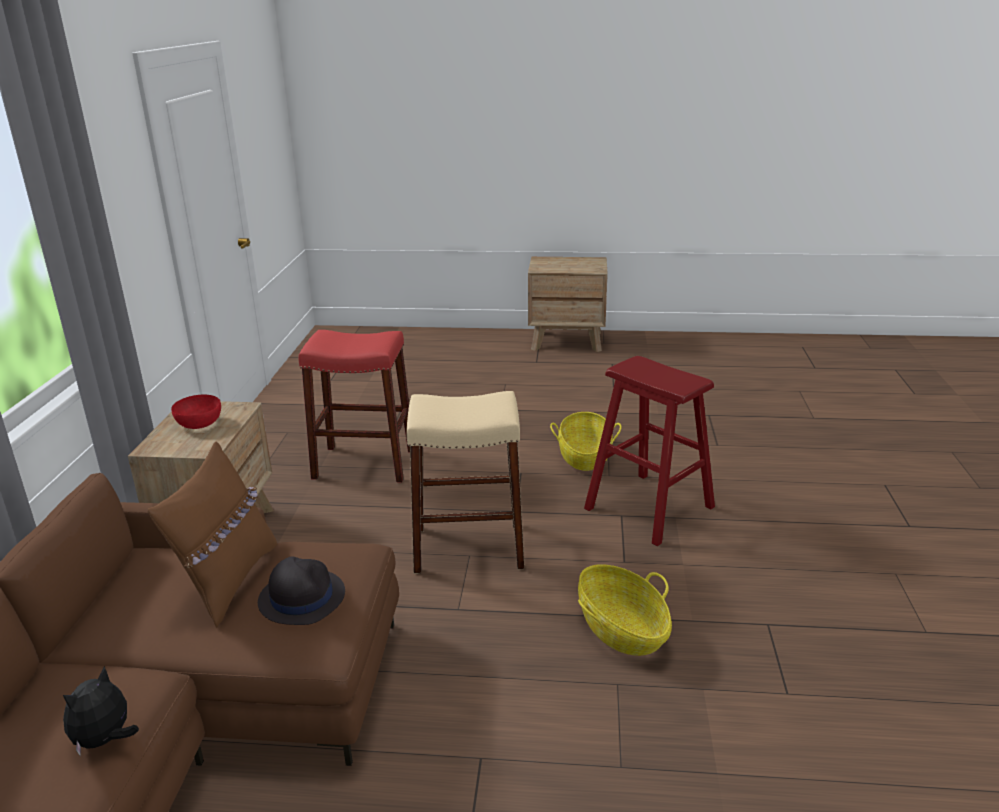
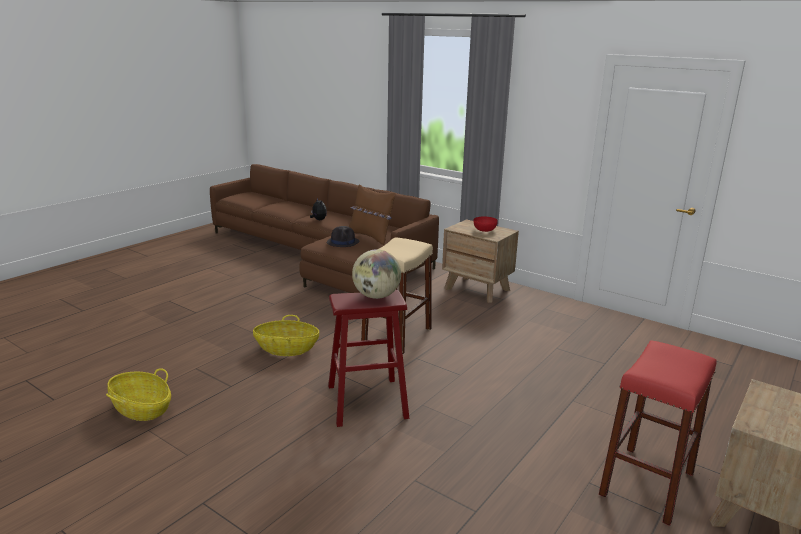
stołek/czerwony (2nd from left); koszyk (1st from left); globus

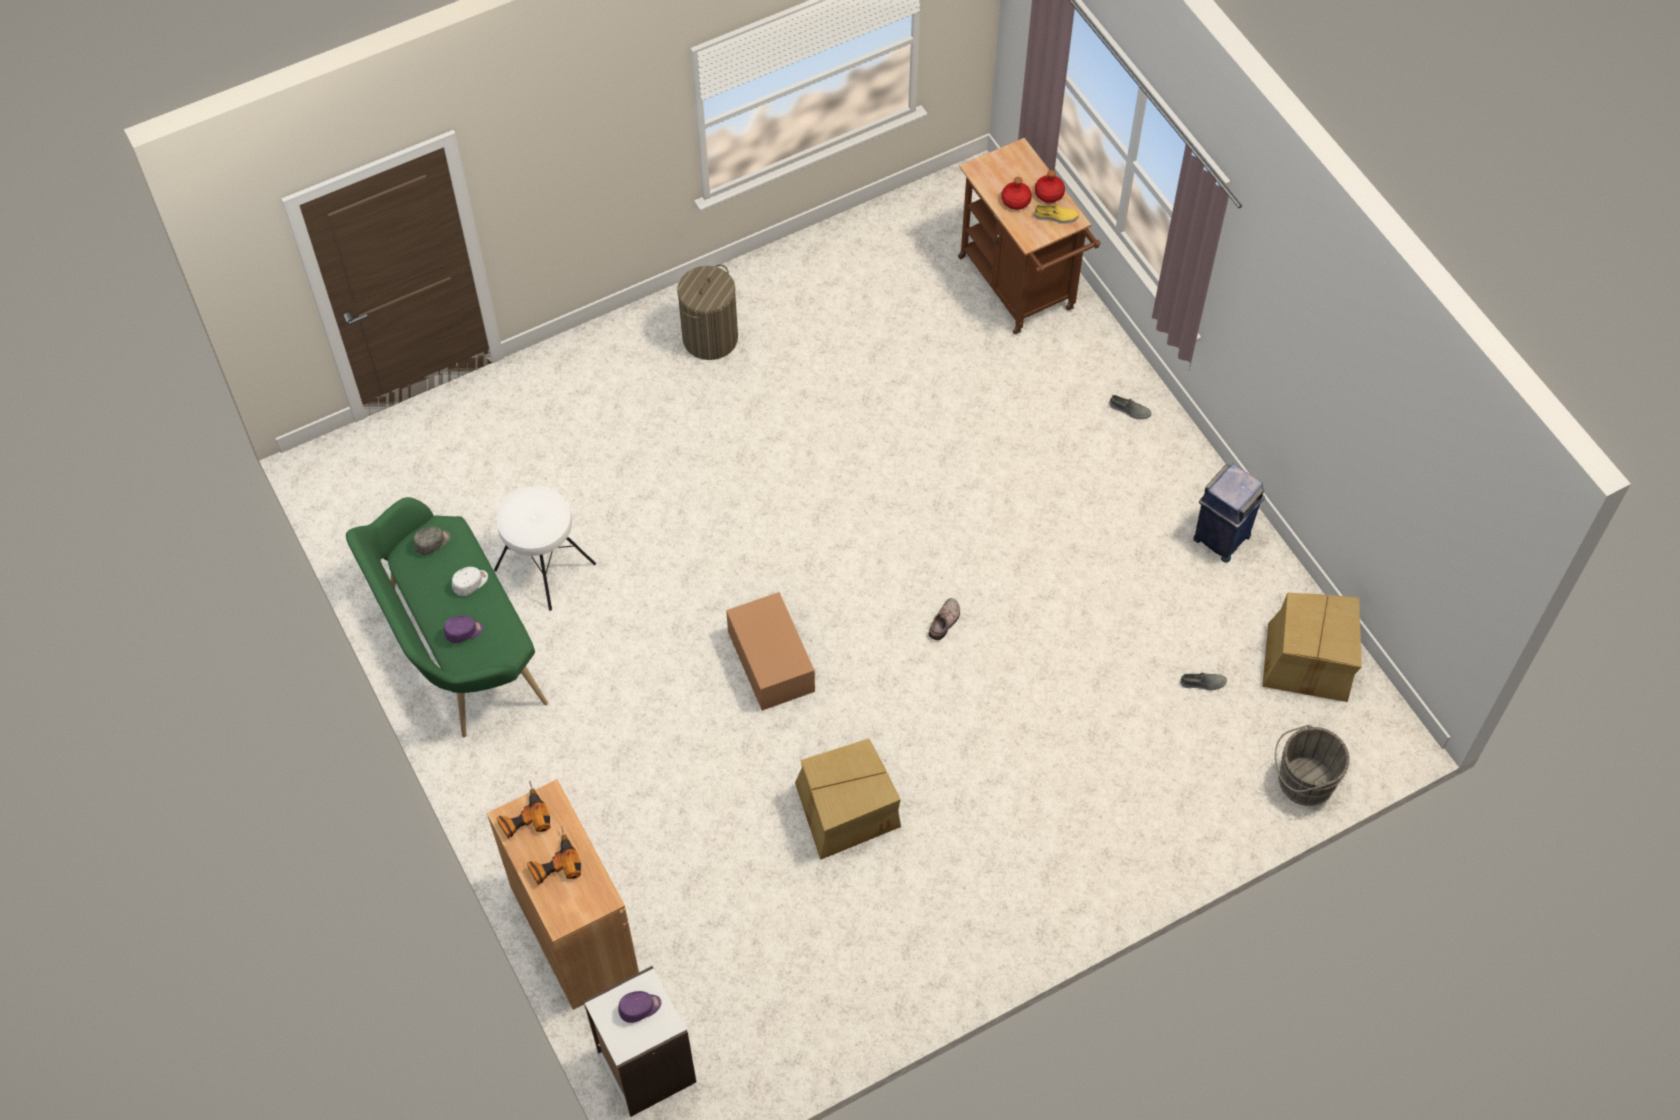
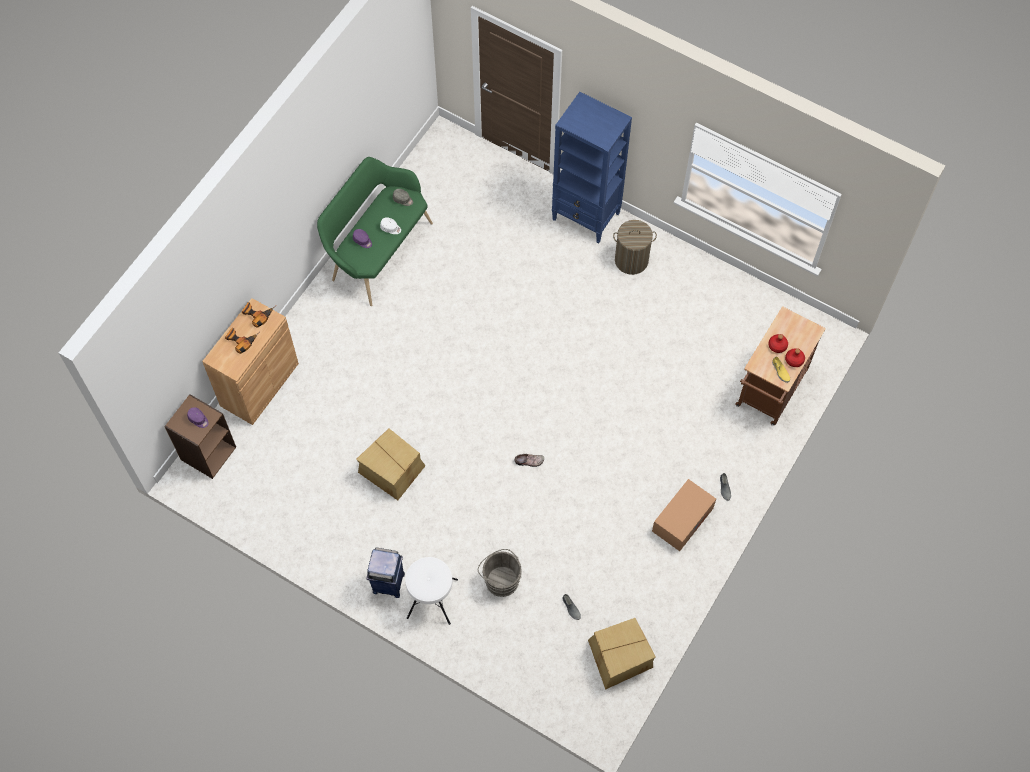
stołek/biały; regał/brązowy; karton (3rd from left); kosz na śmieci/niebieski; wiadro/szary; regał/niebieski

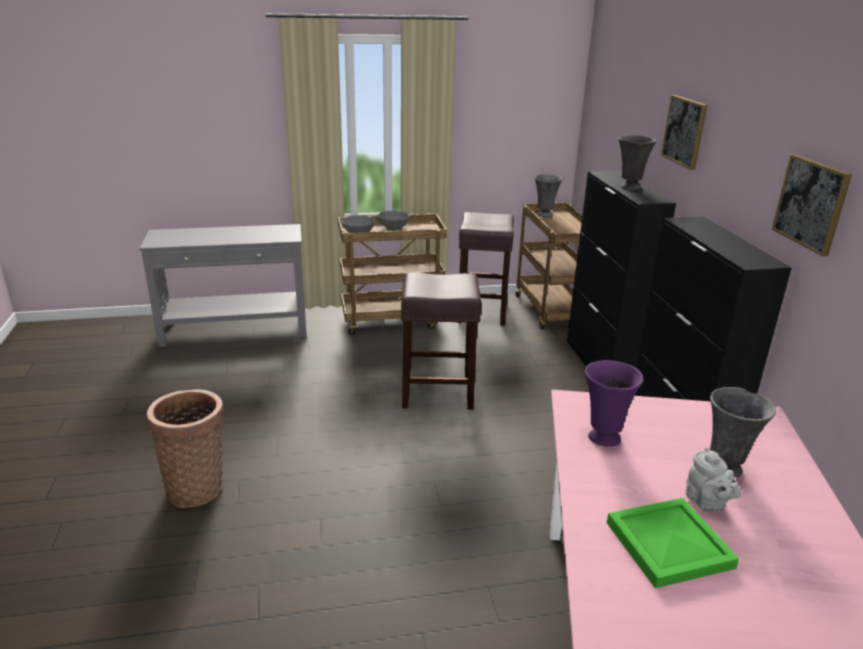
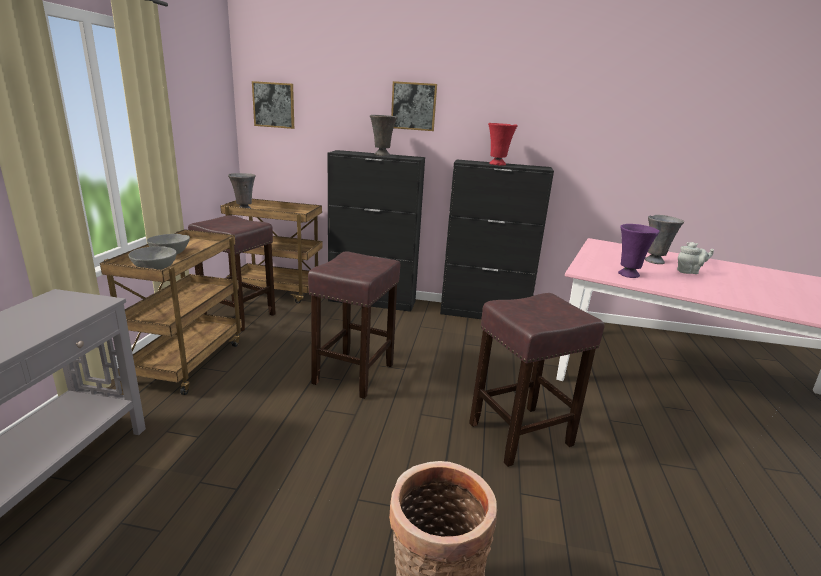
taca/zielony; obraz (1st from left); stołek/brązowy (3rd from left); wazon/czerwony

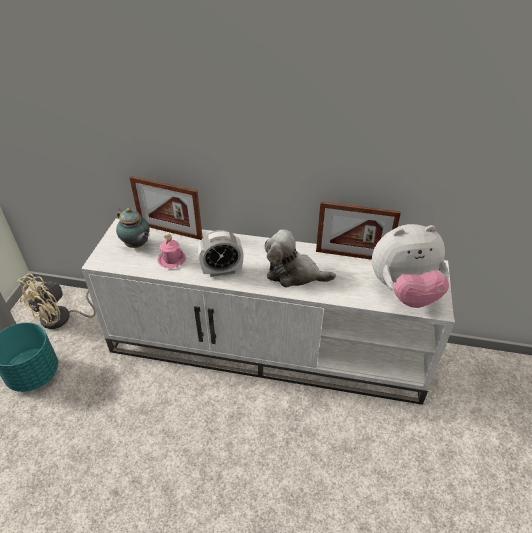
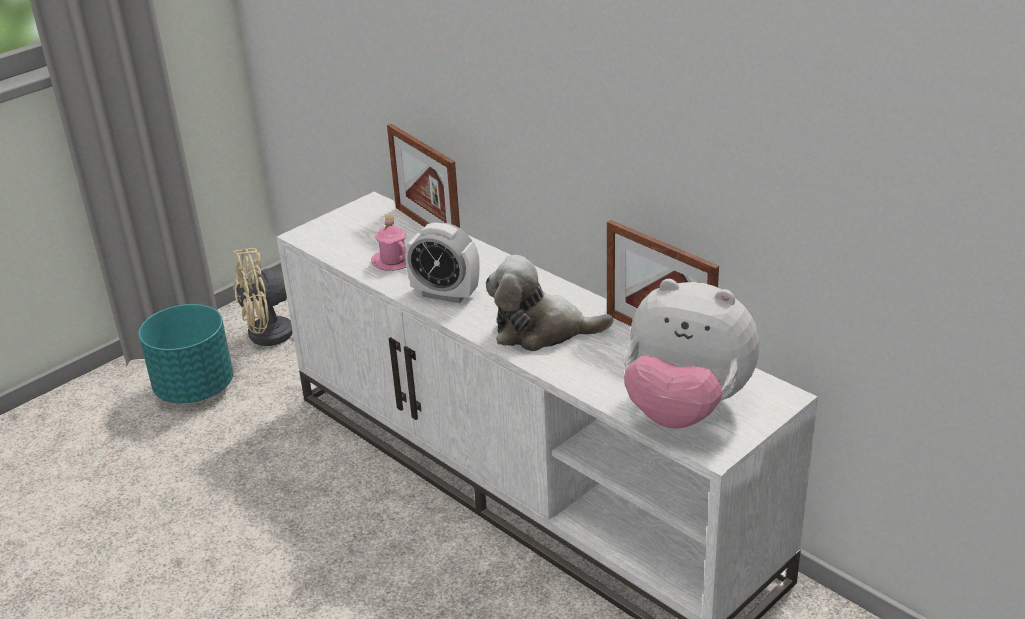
imbryk; pluszak (1st from left)

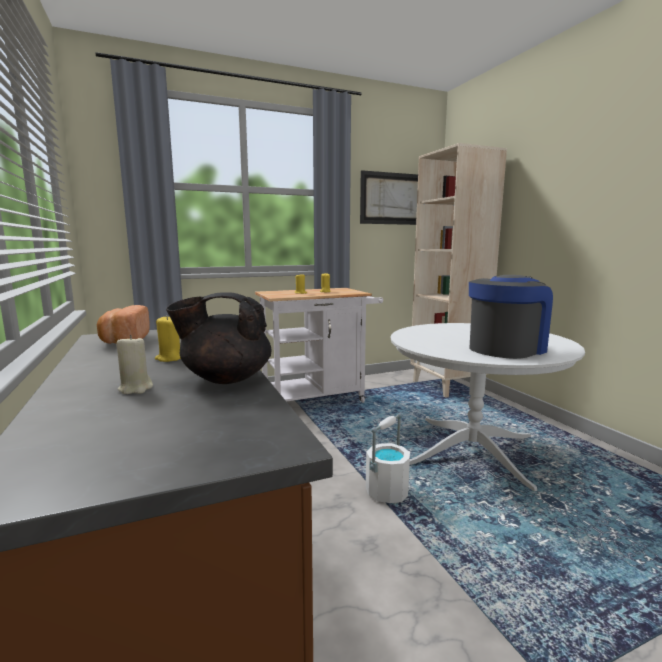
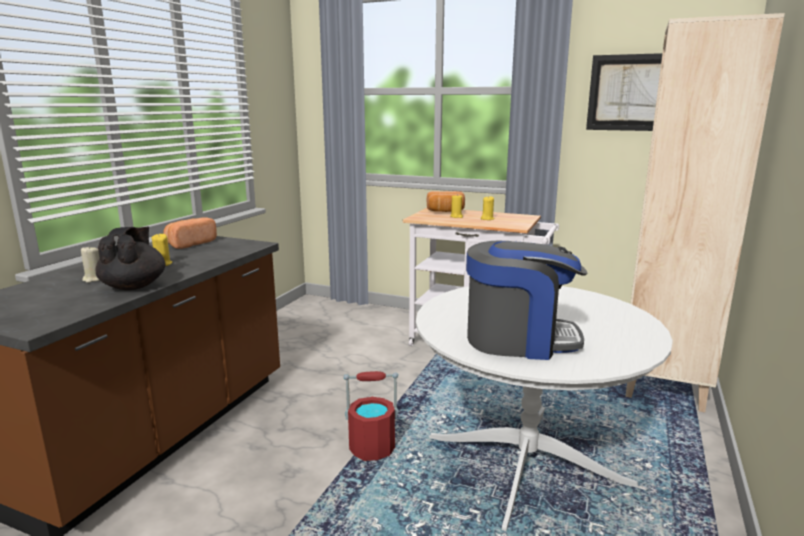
imbryk/czarny; wiadro/czerwony; chleb (2nd from left)

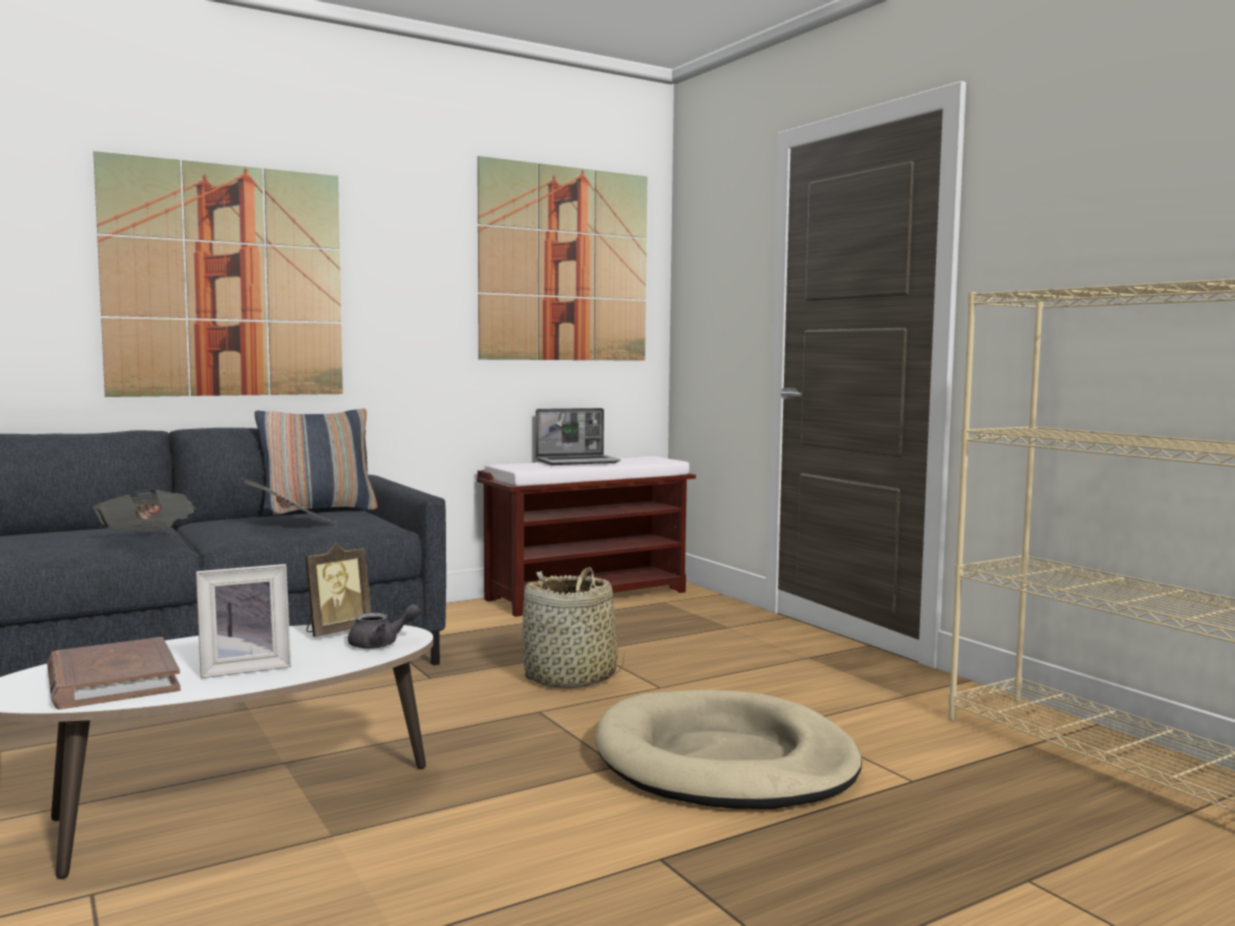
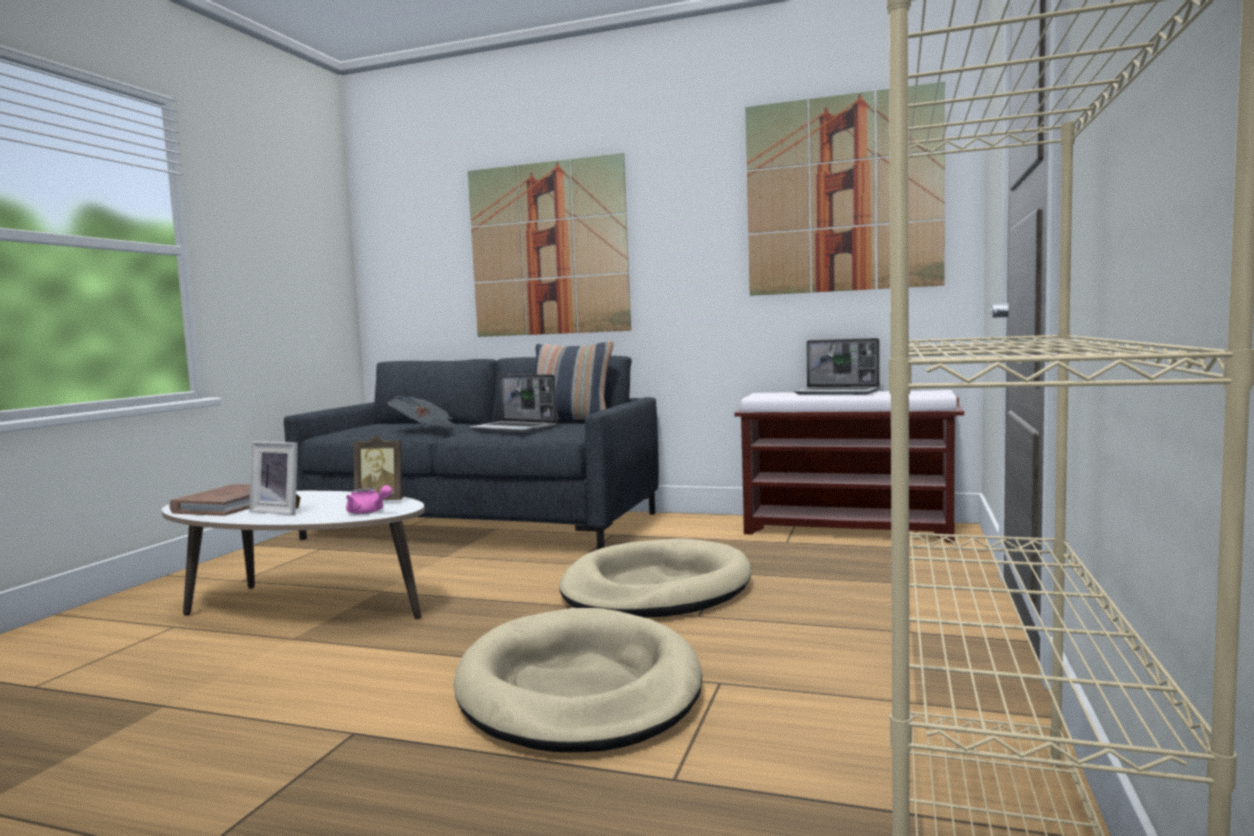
laptop (1st from left); imbryk/różowy; legowisko/beżowy (2nd from left)

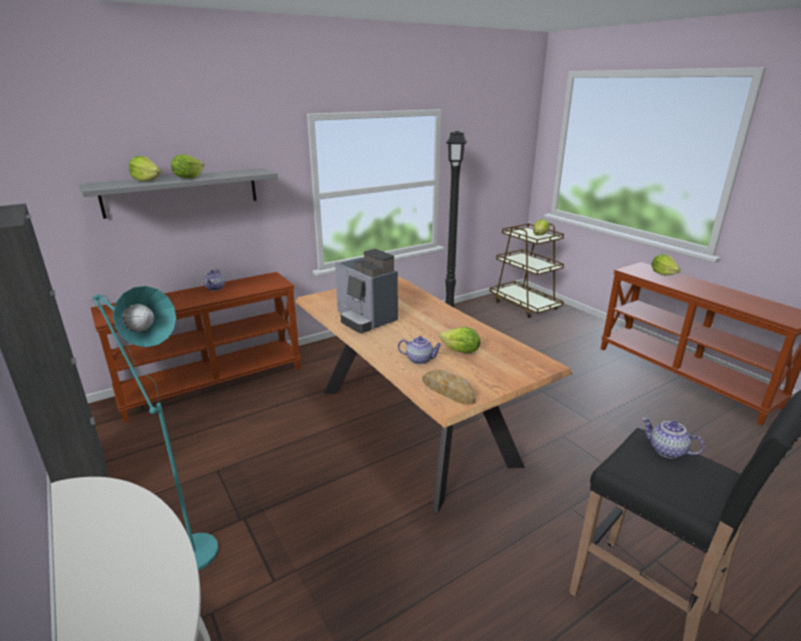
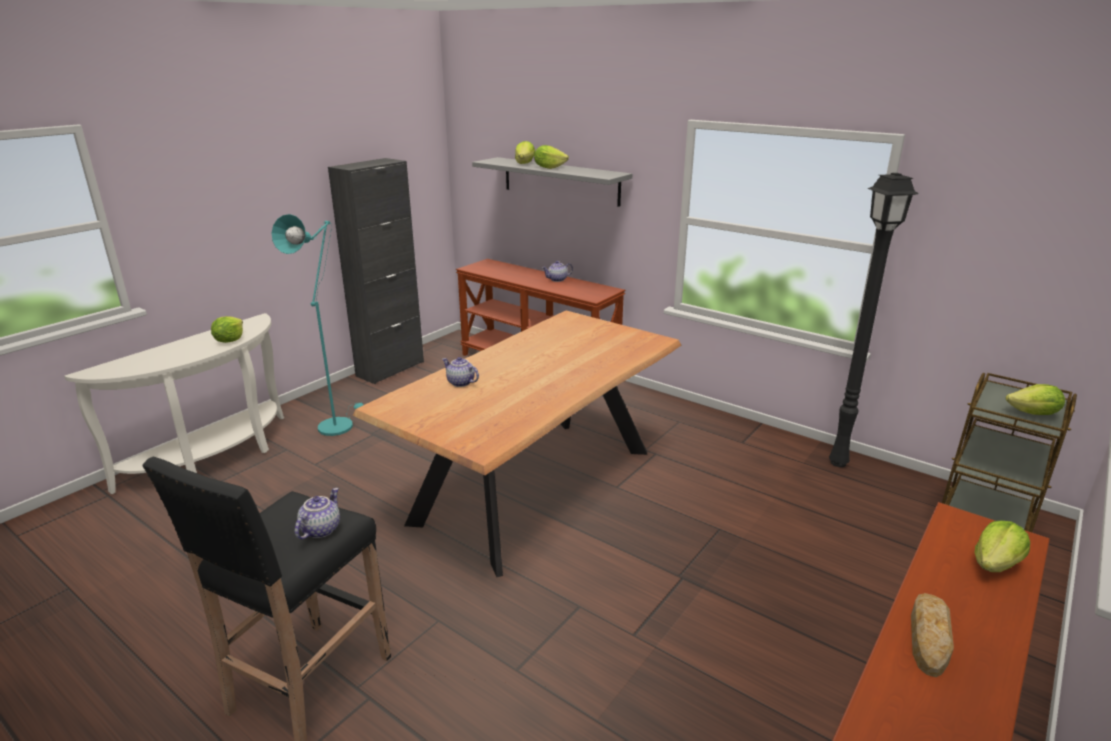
ekspres do kawy; imbryk (2nd from left); chleb; sałata (1st from left)

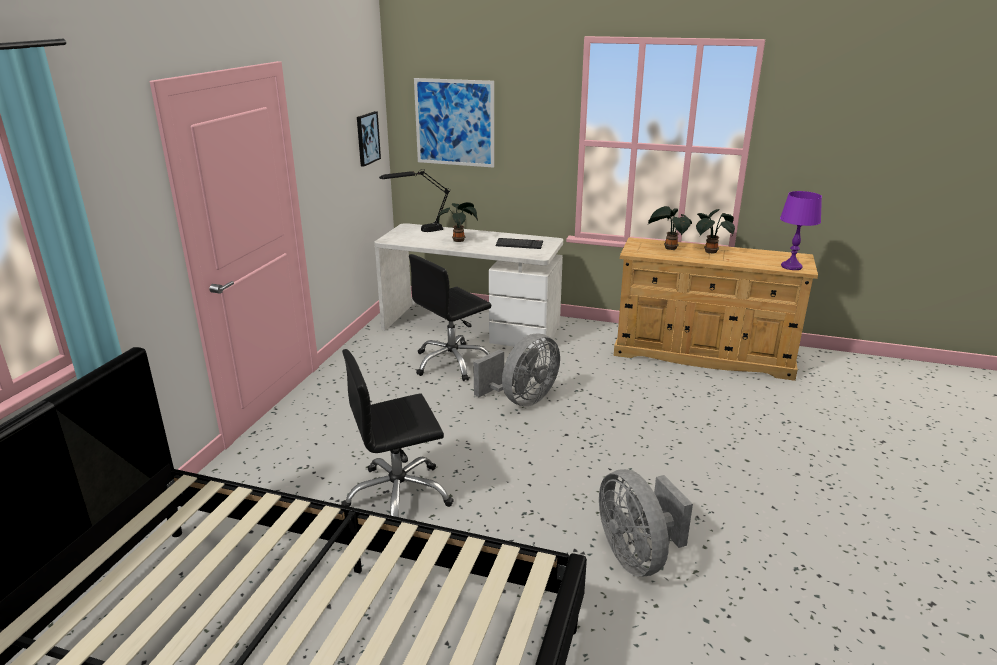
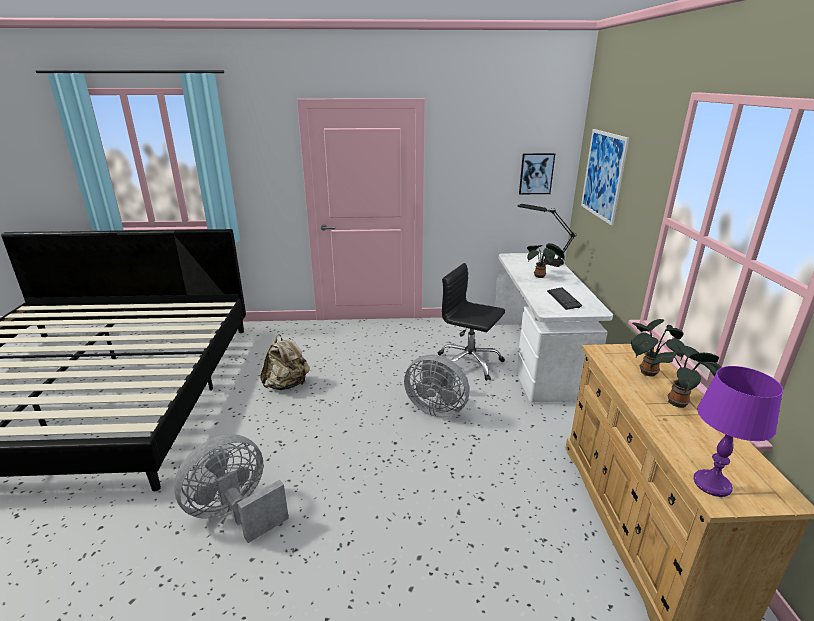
plecak/beżowy

